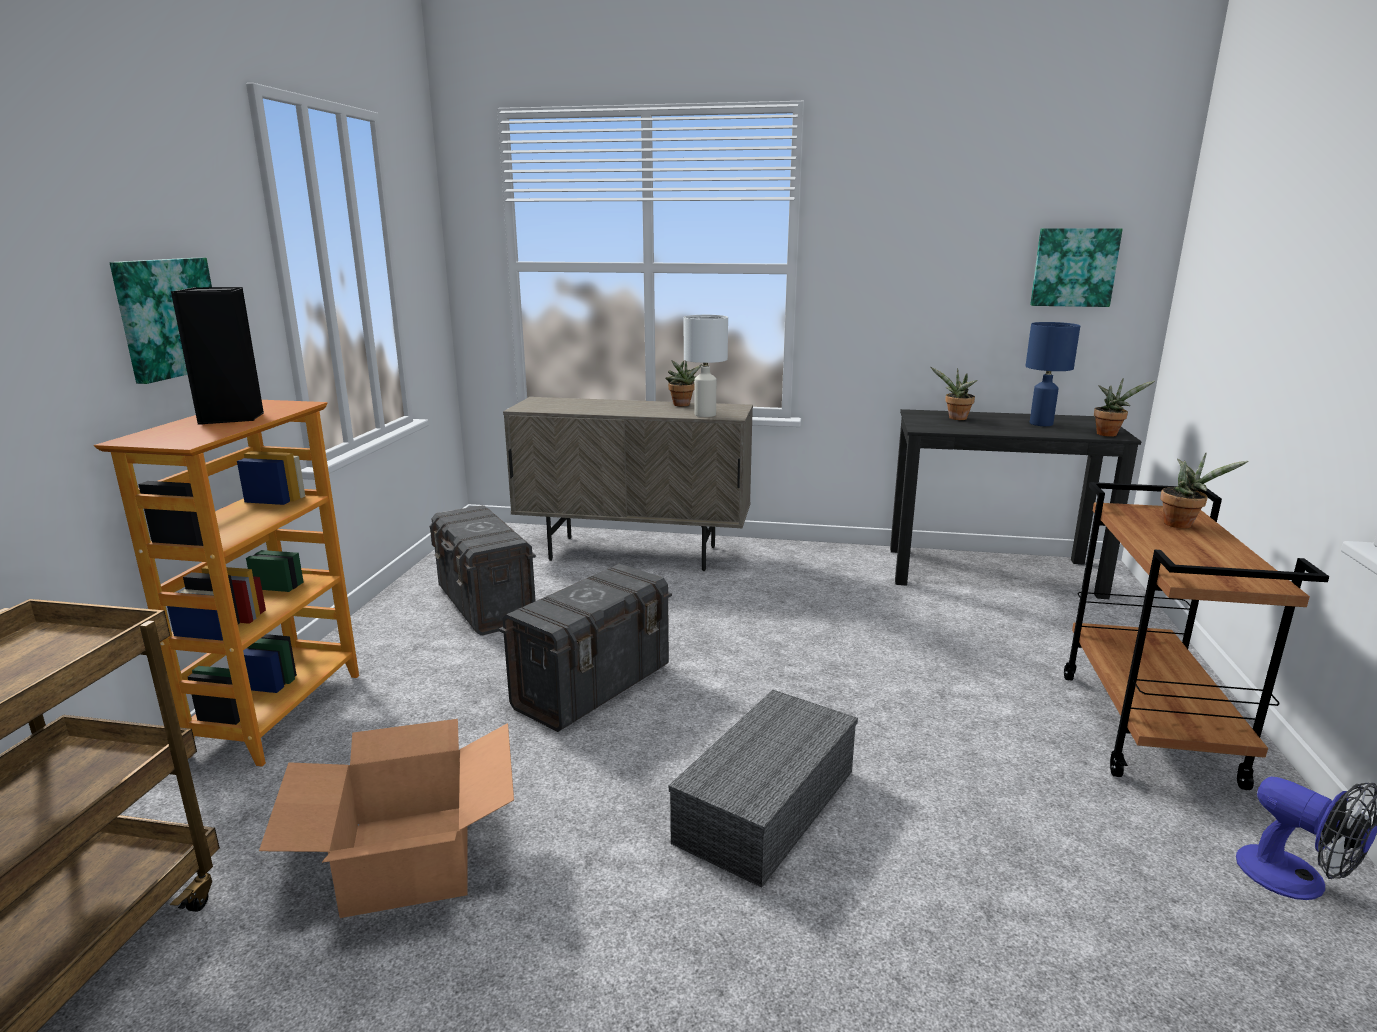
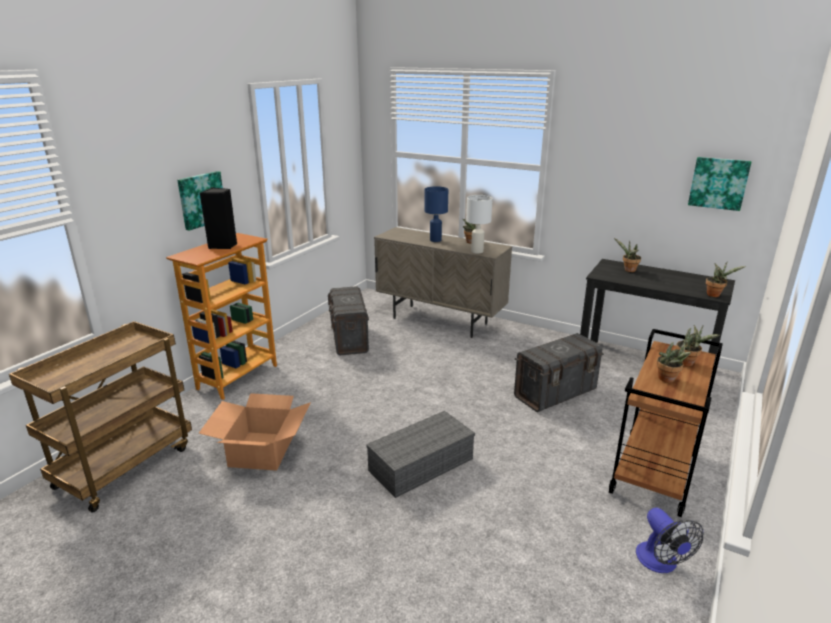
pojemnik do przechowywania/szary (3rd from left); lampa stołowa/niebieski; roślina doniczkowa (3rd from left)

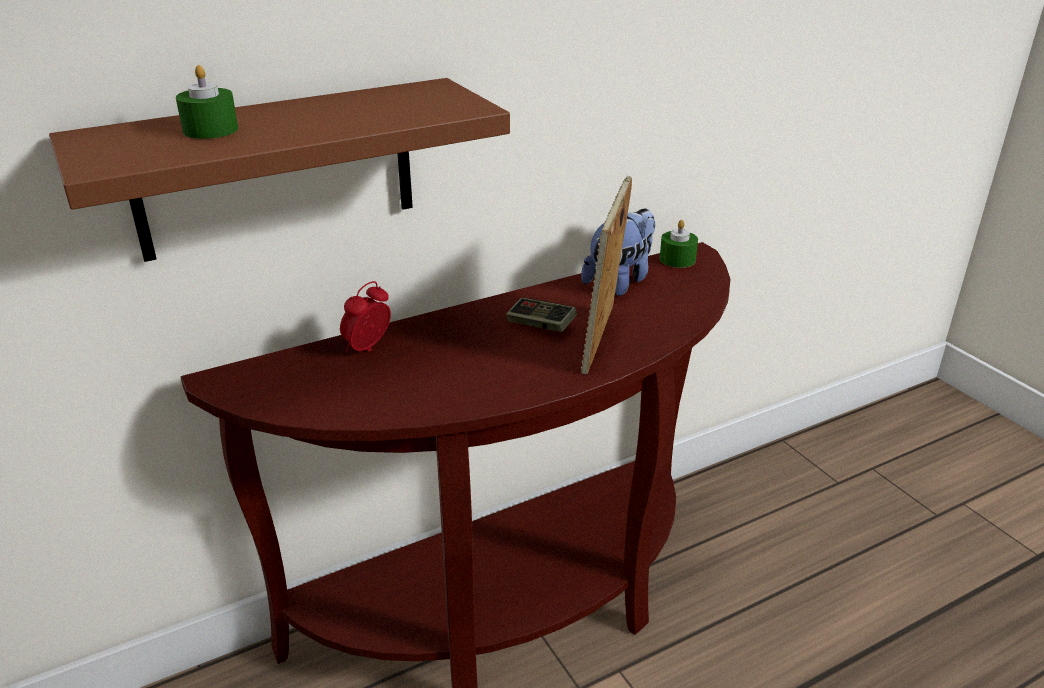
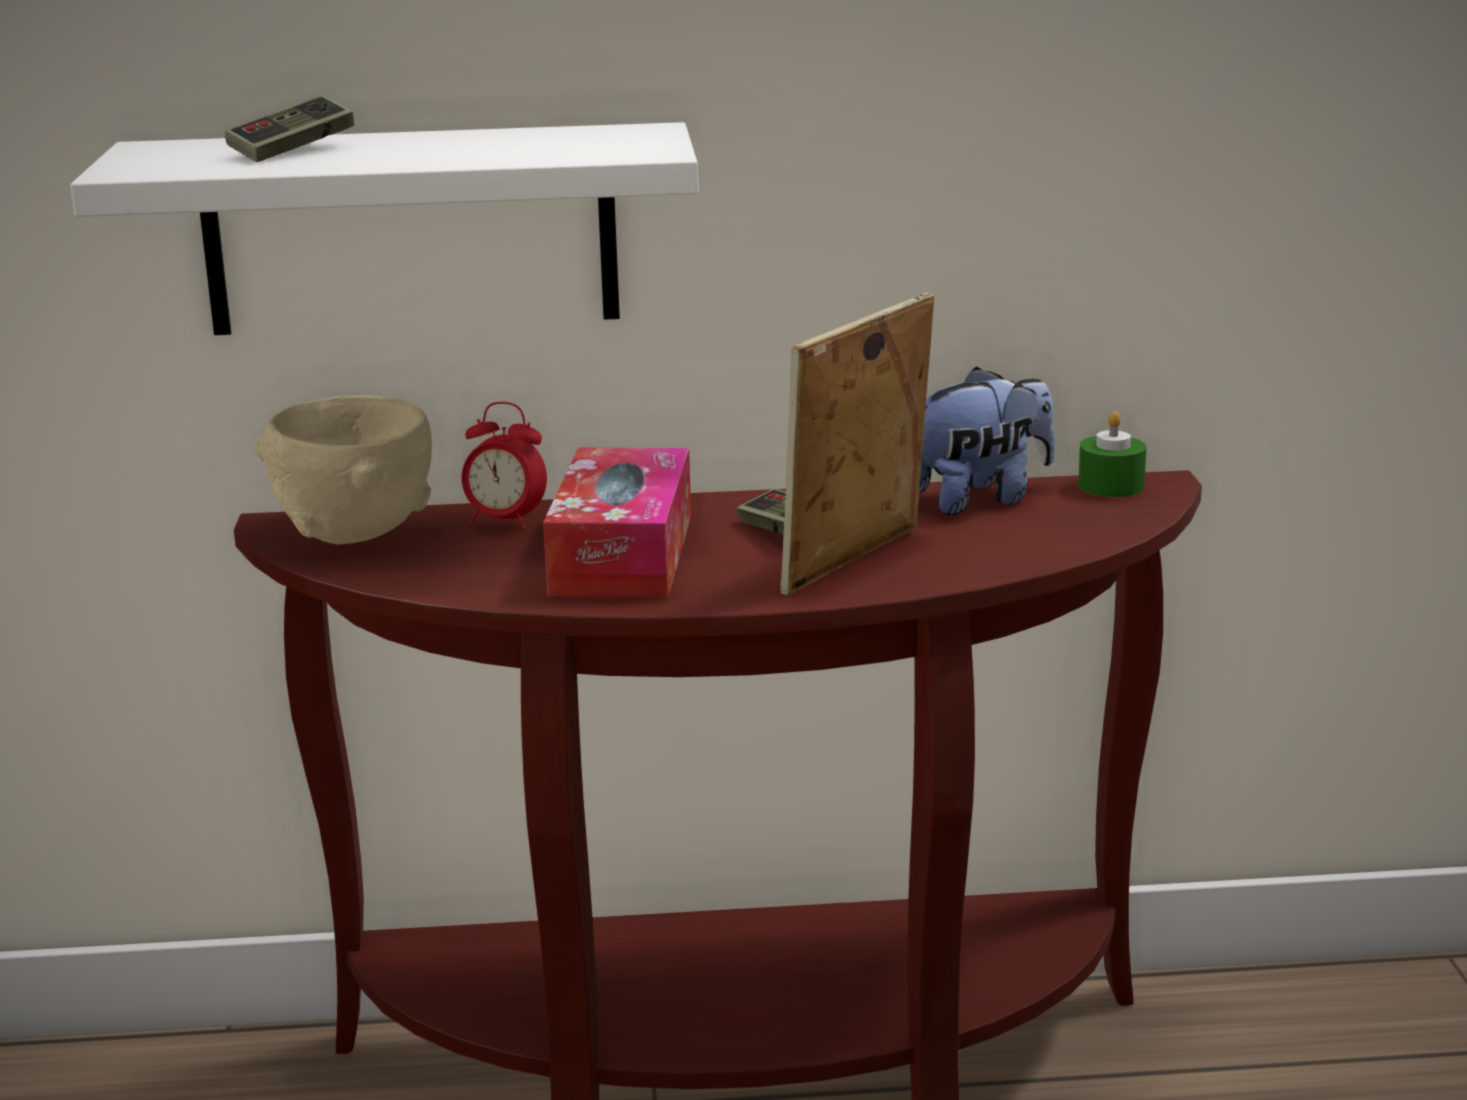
półka/biały; pad do gier (1st from left); budzik; miska/beżowy; pudełko chusteczek

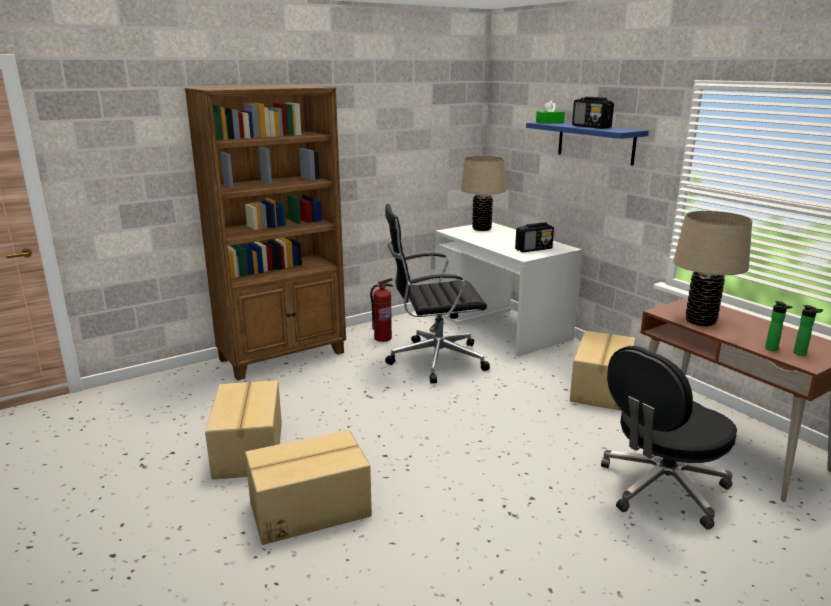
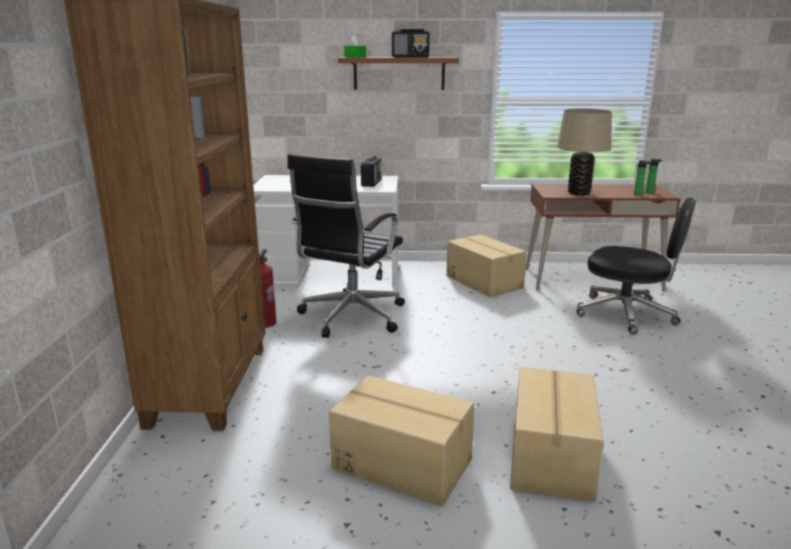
lampa stołowa/beżowy (1st from left in the first image); półka/brązowy; krzesło biurowe/czarny (2nd from left)

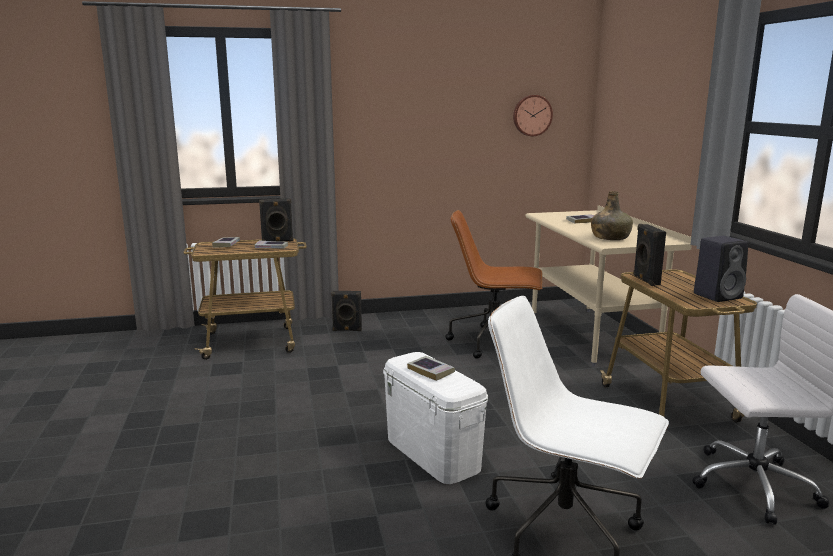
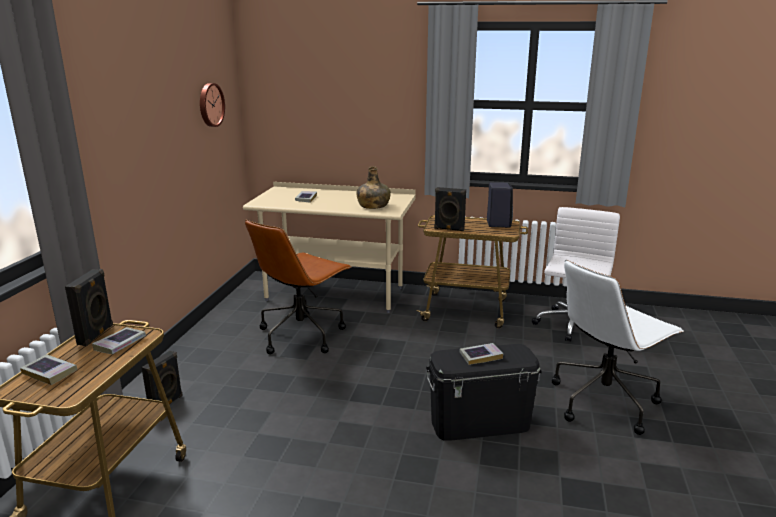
pojemnik do przechowywania/czarny

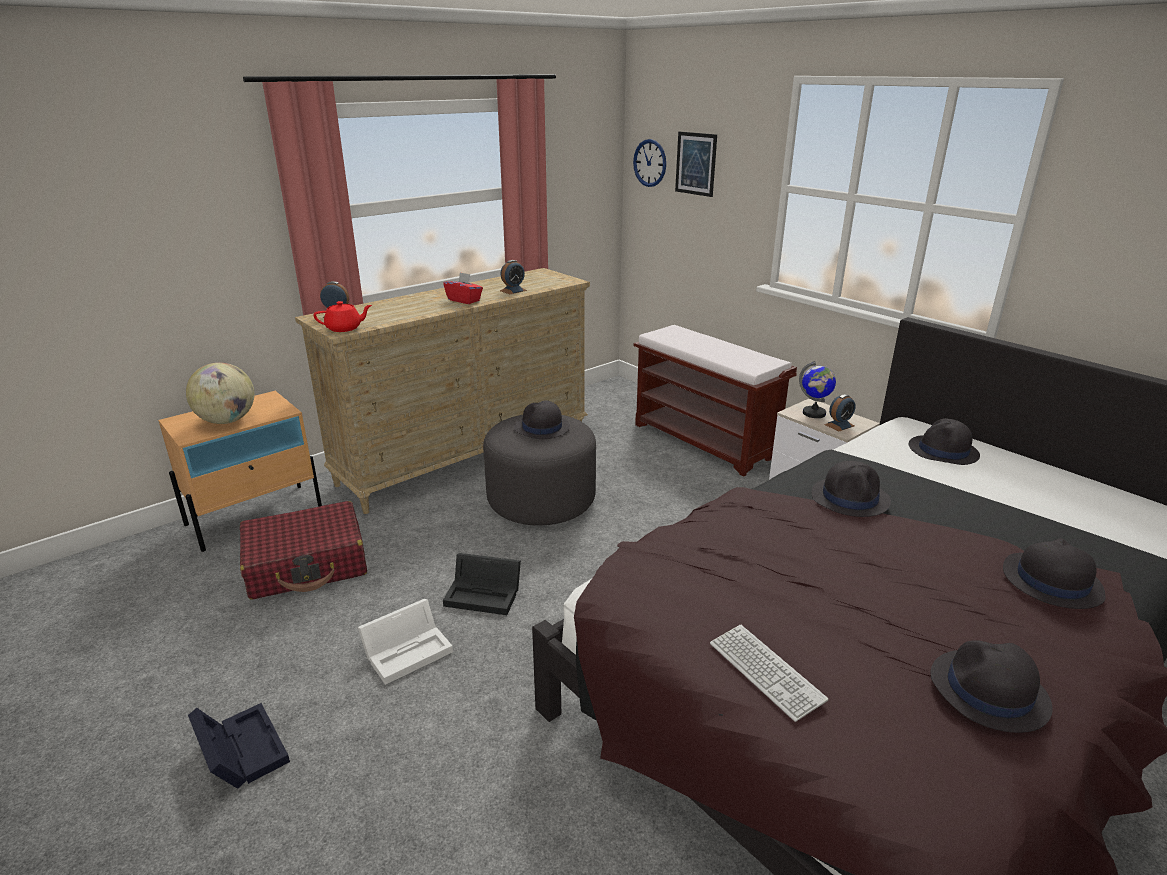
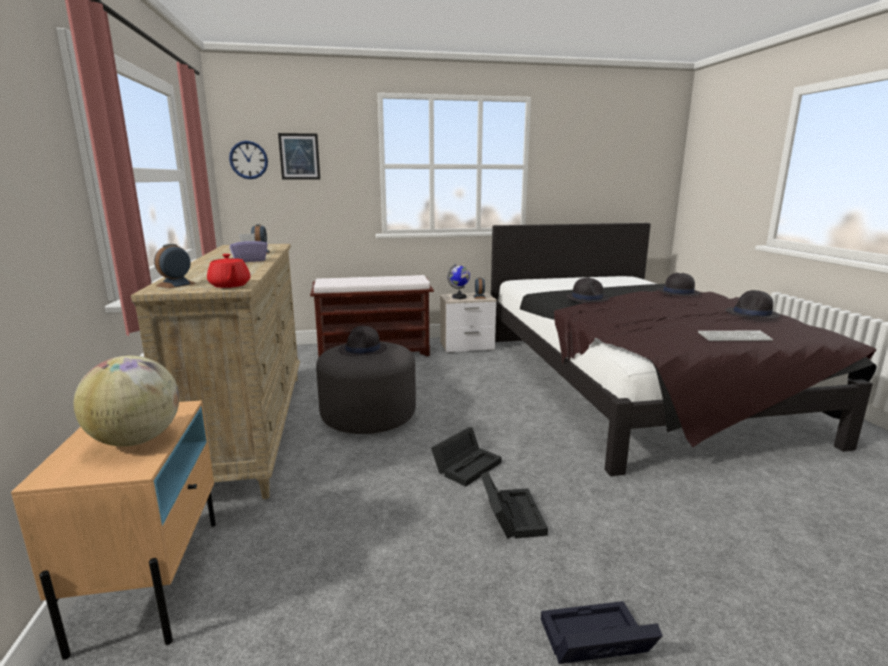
walizka/czerwony; imbryk/czerwony; pojemnik do przechowywania/czarny (2nd from left); pudełko chusteczek/fioletowy; kapelusz/czarny (3rd from left in the first image)

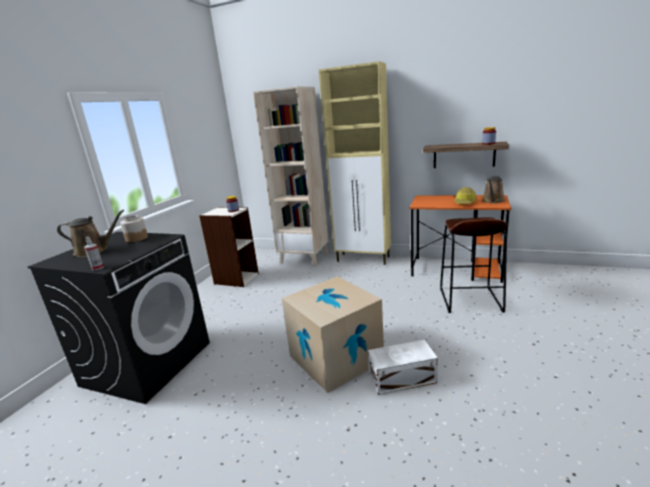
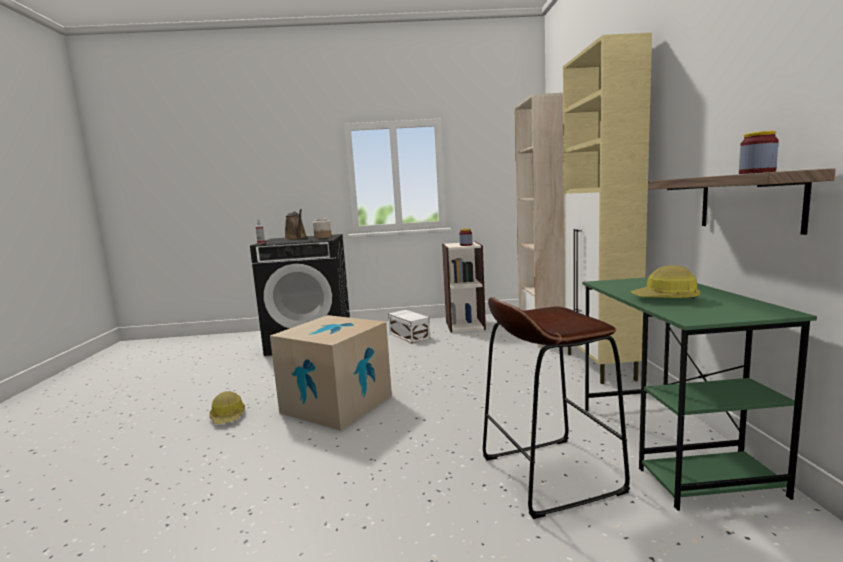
pojemnik do przechowywania/biały; biurko/zielony; konewka/brązowy (2nd from left in the first image); kask (1st from left)

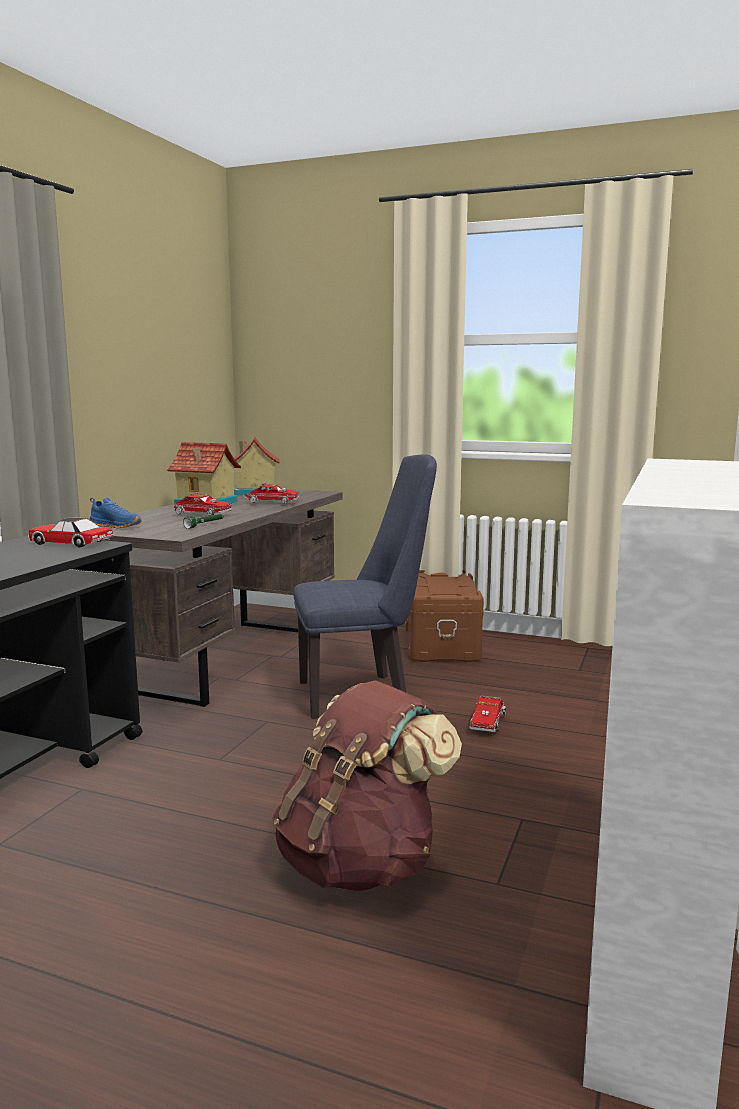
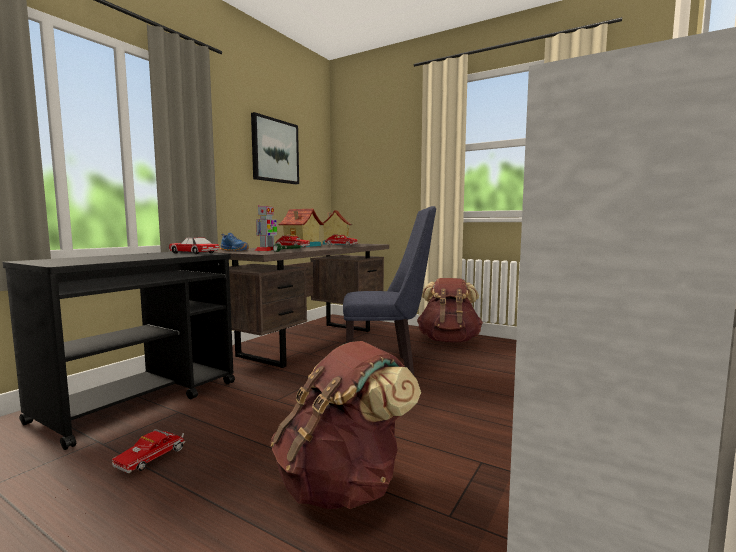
plecak/brązowy (2nd from left); ciężarówka zabawkowa (1st from left); obraz; robot zabawkowy

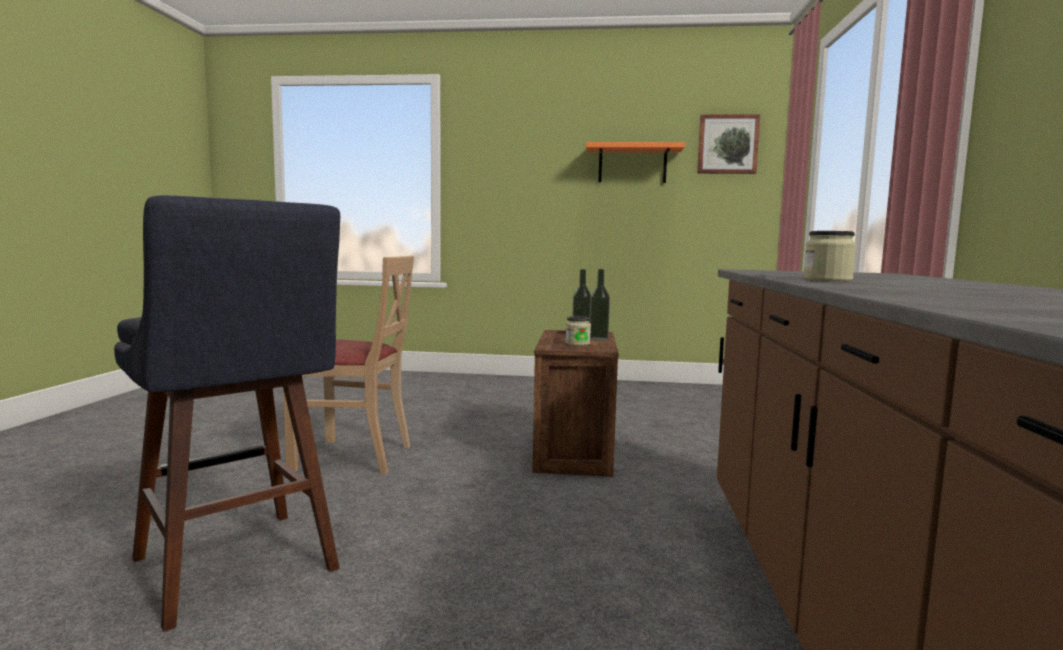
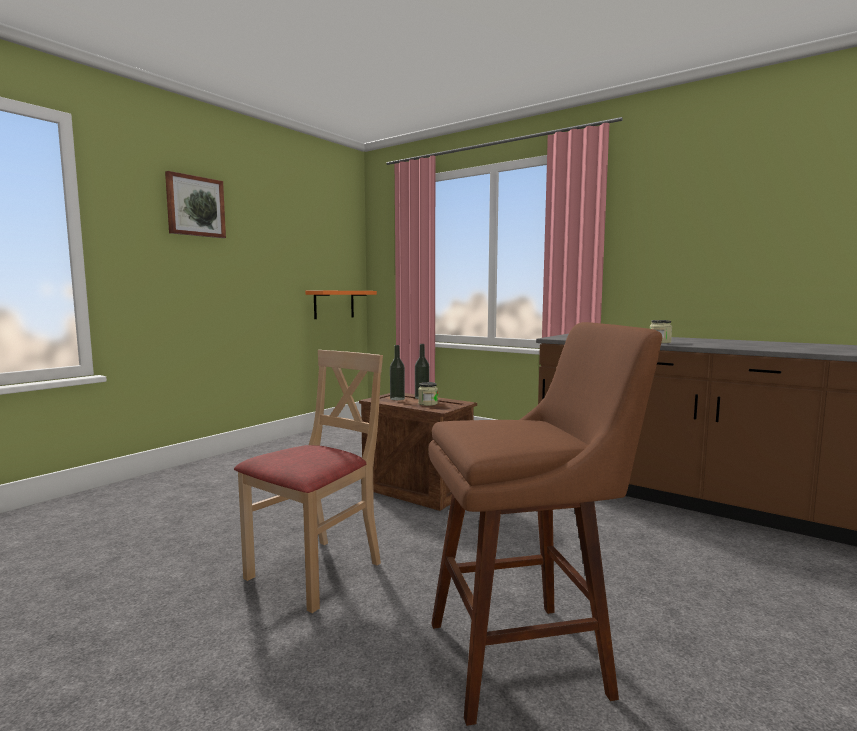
stołek/brązowy; półka/pomarańczowy; obraz

